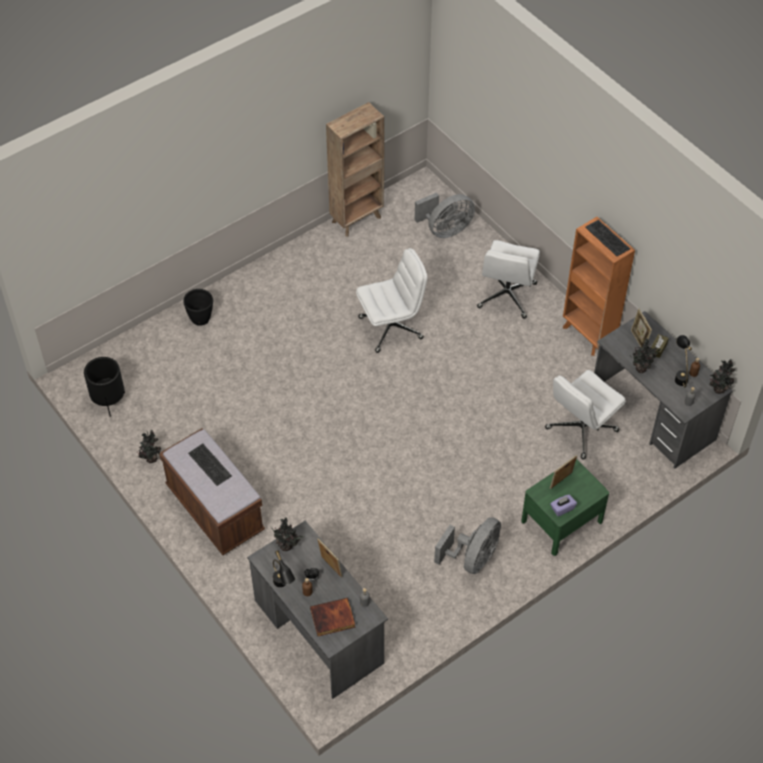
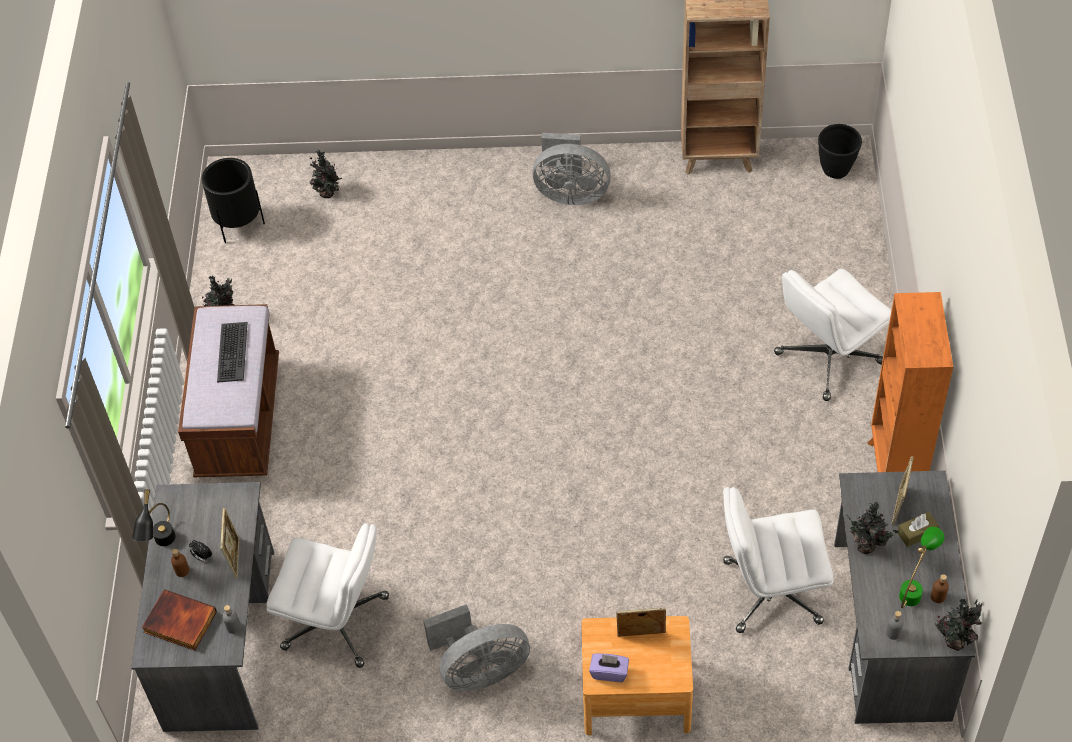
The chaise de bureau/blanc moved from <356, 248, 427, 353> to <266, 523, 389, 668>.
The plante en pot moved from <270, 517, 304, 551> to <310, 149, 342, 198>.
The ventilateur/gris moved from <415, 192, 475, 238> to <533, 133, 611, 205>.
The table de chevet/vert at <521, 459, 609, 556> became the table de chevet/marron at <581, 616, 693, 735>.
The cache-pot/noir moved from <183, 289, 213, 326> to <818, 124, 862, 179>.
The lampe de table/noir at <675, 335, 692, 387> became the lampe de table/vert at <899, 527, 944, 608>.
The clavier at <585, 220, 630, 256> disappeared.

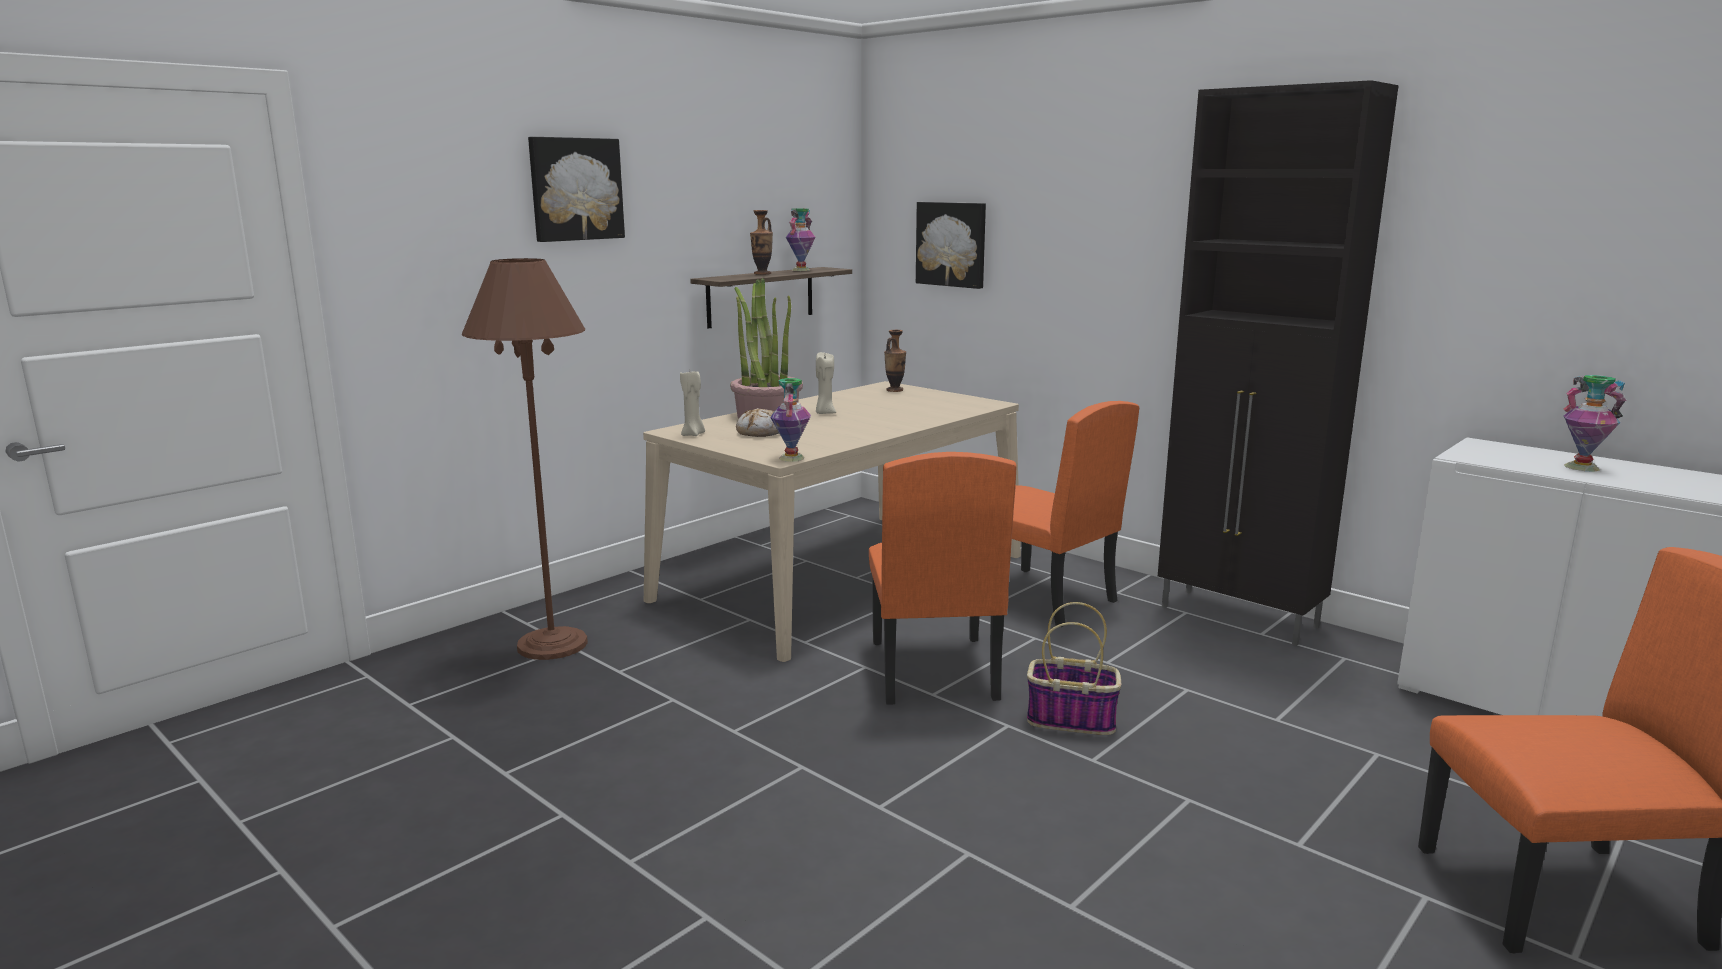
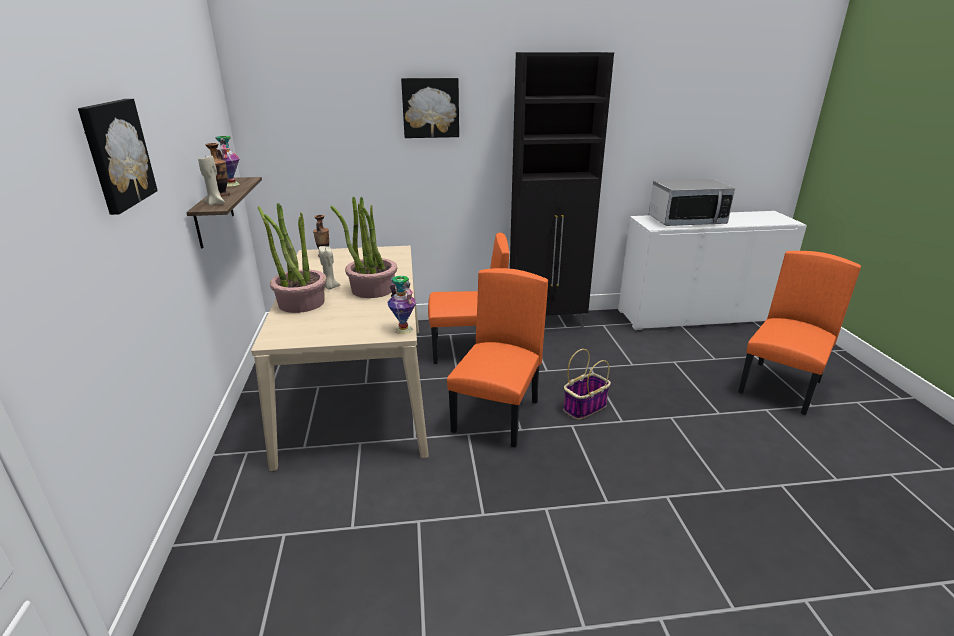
The bougie/beige moved from <680, 371, 705, 436> to <198, 156, 225, 206>.
The plante en pot at <330, 196, 397, 298> appeared.
The tableau moved from <916, 202, 986, 289> to <401, 78, 459, 138>.
The chaise/orange at <869, 452, 1016, 705> turned 105 degrees counterclockwise.
The vase at <1564, 375, 1626, 472> was replaced by the micro-ondes at <649, 179, 735, 226>.
The lampadaire/marron at <462, 258, 588, 660> disappeared.
The pain at <736, 408, 779, 437> disappeared.

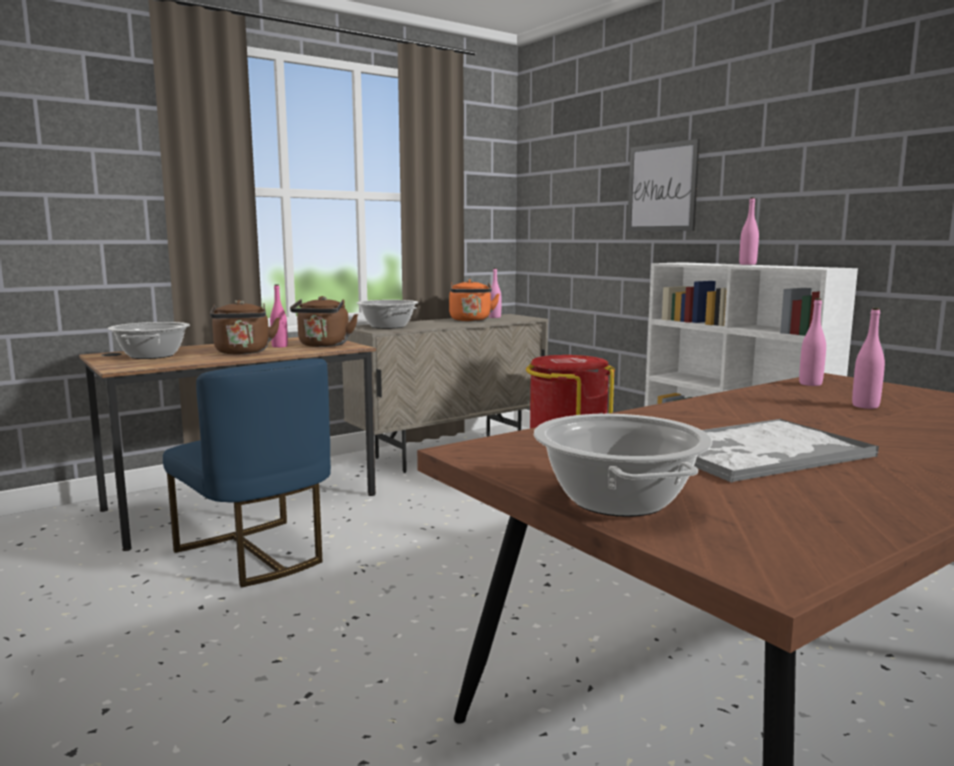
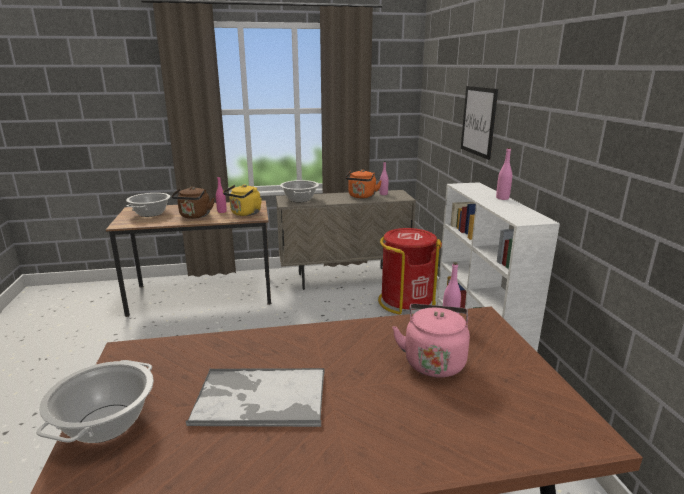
The bouilloire/marron at <290, 296, 358, 347> became the bouilloire/jaune at <223, 185, 262, 216>.
The bouteille/rose at <852, 308, 885, 409> was replaced by the bouilloire/rose at <392, 304, 470, 378>.
The chaise/bleu at <163, 358, 331, 587> disappeared.

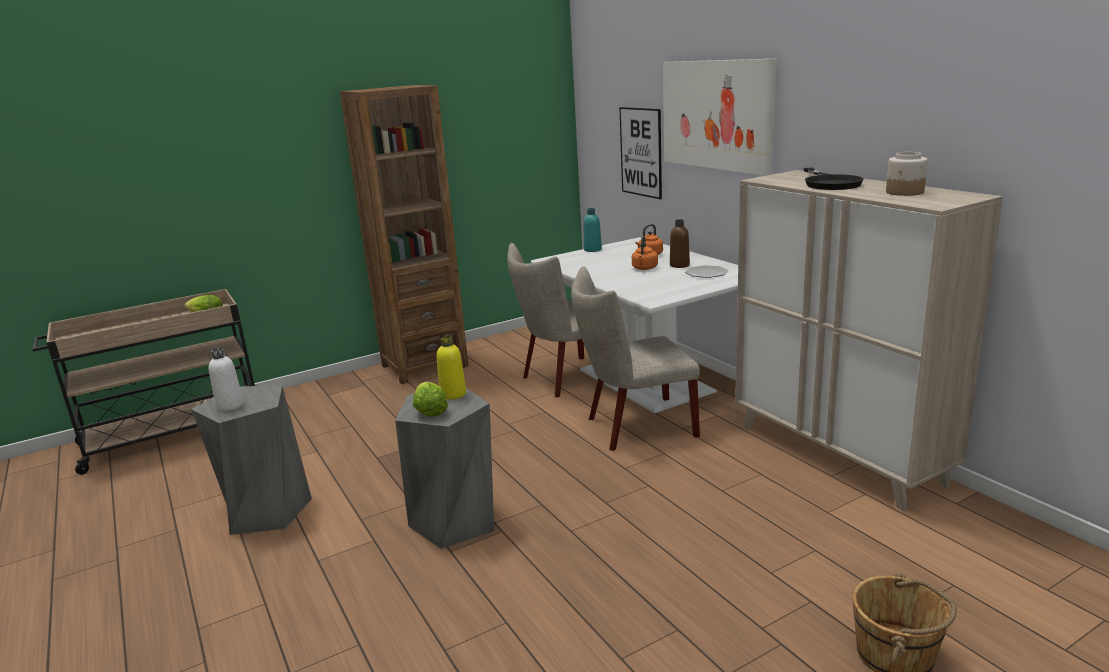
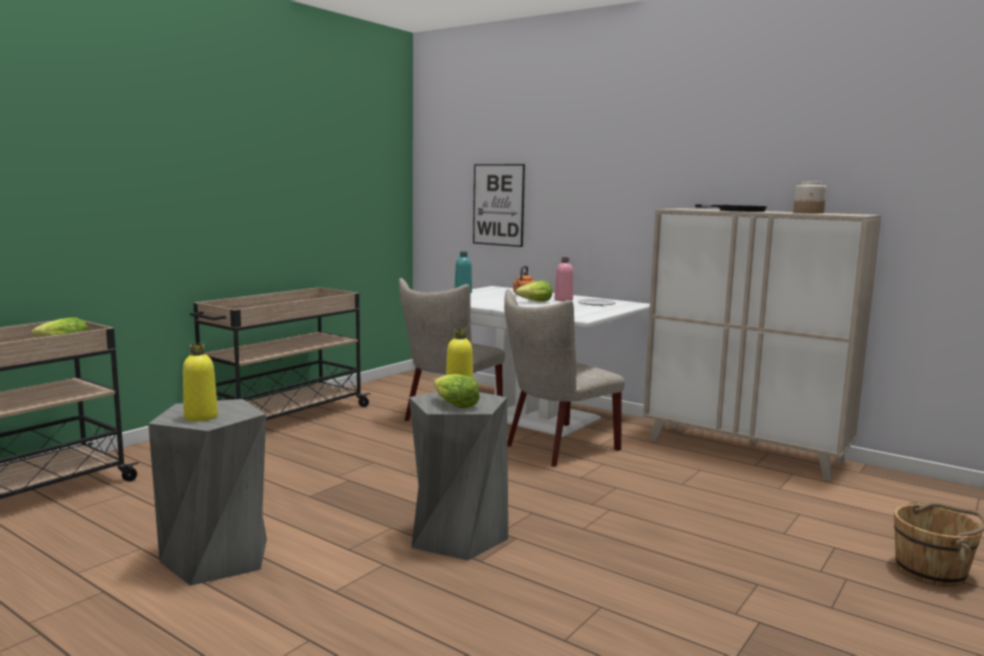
The bouteille/blanc at <209, 348, 244, 411> became the bouteille/jaune at <183, 344, 218, 422>.
The bibliothèque/marron at <340, 85, 469, 384> was replaced by the chariot/beige at <190, 287, 371, 420>.
The bouilloire/orange at <632, 236, 658, 270> was replaced by the laitue at <515, 281, 552, 302>.
The bouteille/marron at <670, 219, 690, 268> became the bouteille/rose at <555, 257, 573, 301>.
The tableau at <663, 59, 777, 176> disappeared.

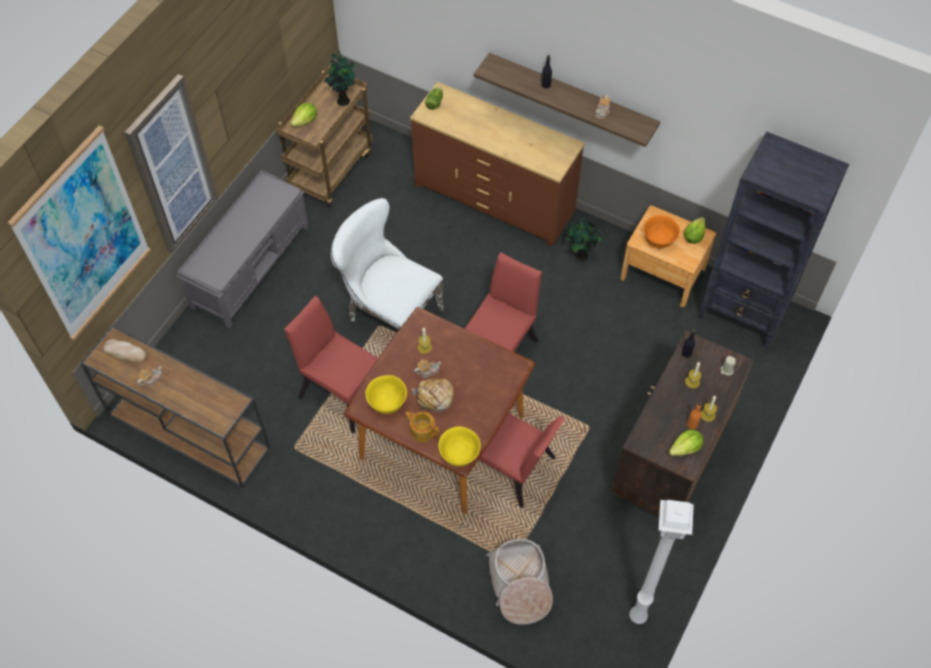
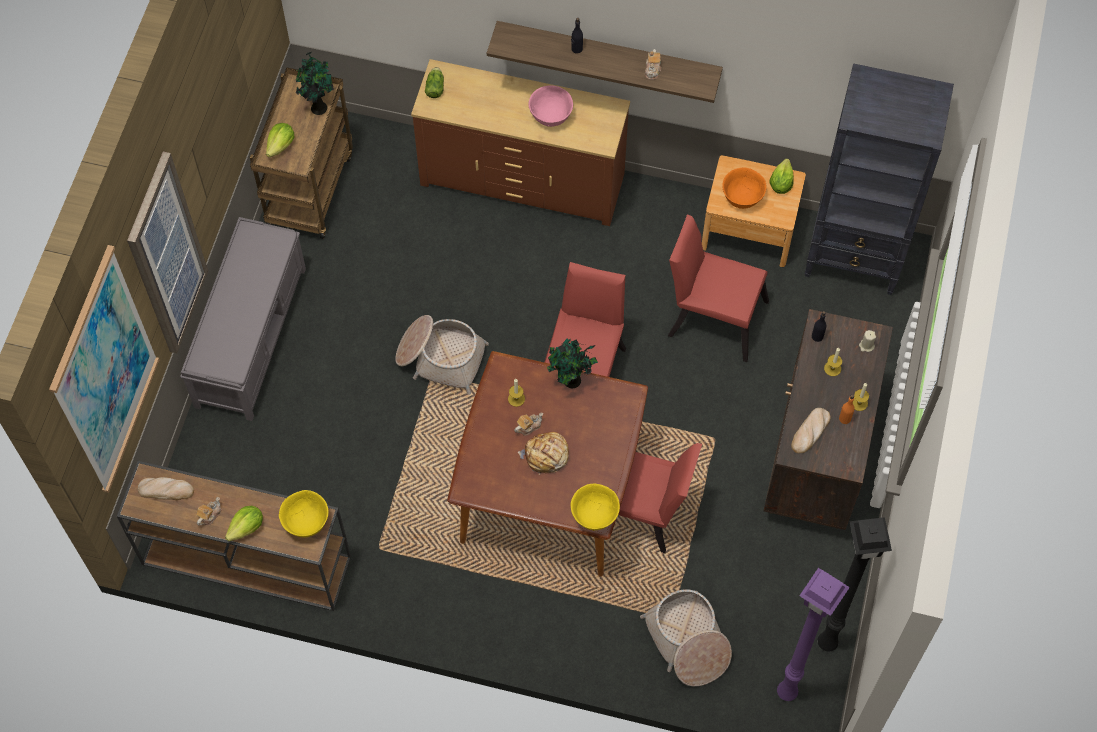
The laitue moved from <669, 429, 703, 456> to <225, 506, 263, 541>.
The bol/jaune moved from <366, 375, 407, 414> to <279, 490, 328, 537>.
The chaise/blanc at <331, 198, 444, 330> was replaced by the panier at <395, 315, 489, 395>.
The bol/rose at <528, 85, 573, 127> appeared.
The plante en pot moved from <565, 217, 603, 261> to <547, 338, 598, 388>.
The chaise/rouge moved from <284, 296, 378, 434> to <668, 214, 769, 362>.
The lampadaire/violet at <777, 568, 850, 701> appeared.
The pain at <791, 408, 831, 453> appeared.
The lampadaire/blanc at <629, 500, 694, 624> became the lampadaire/noir at <818, 517, 892, 652>.
The théière at <404, 411, 439, 442> disappeared.

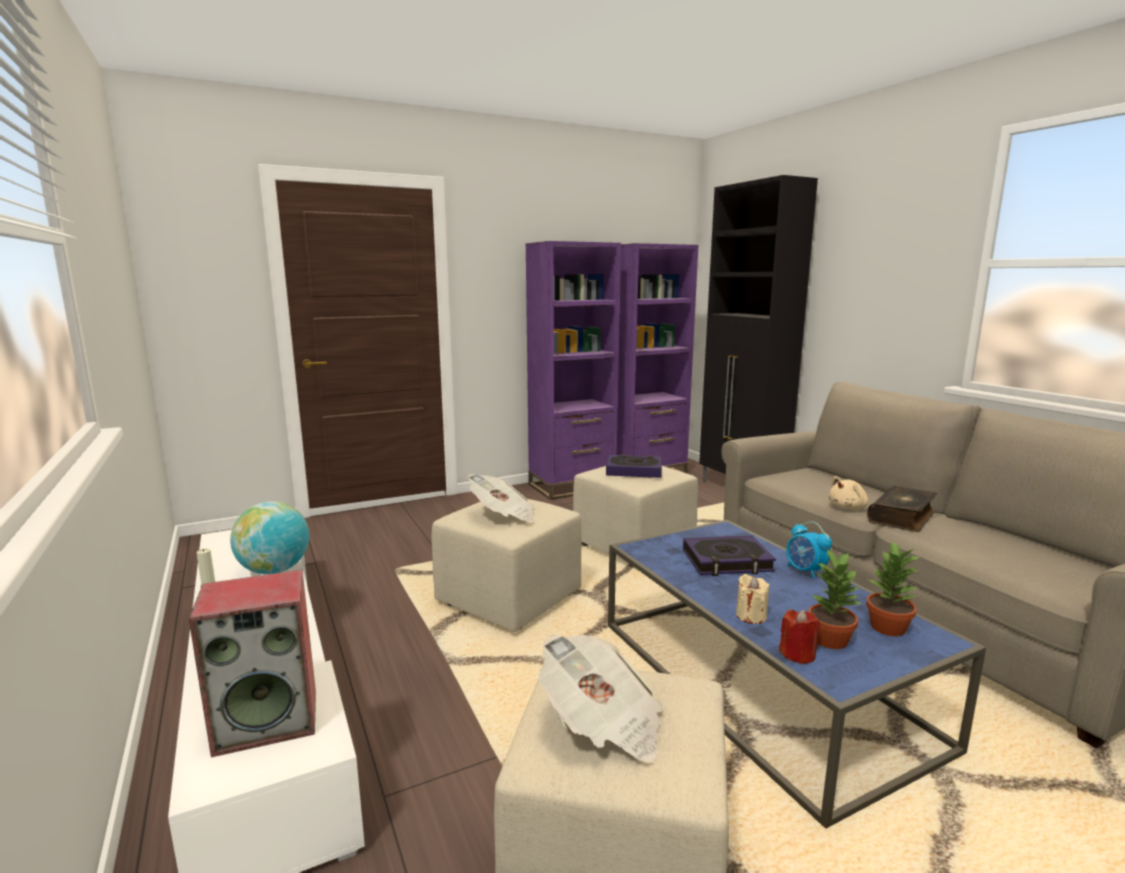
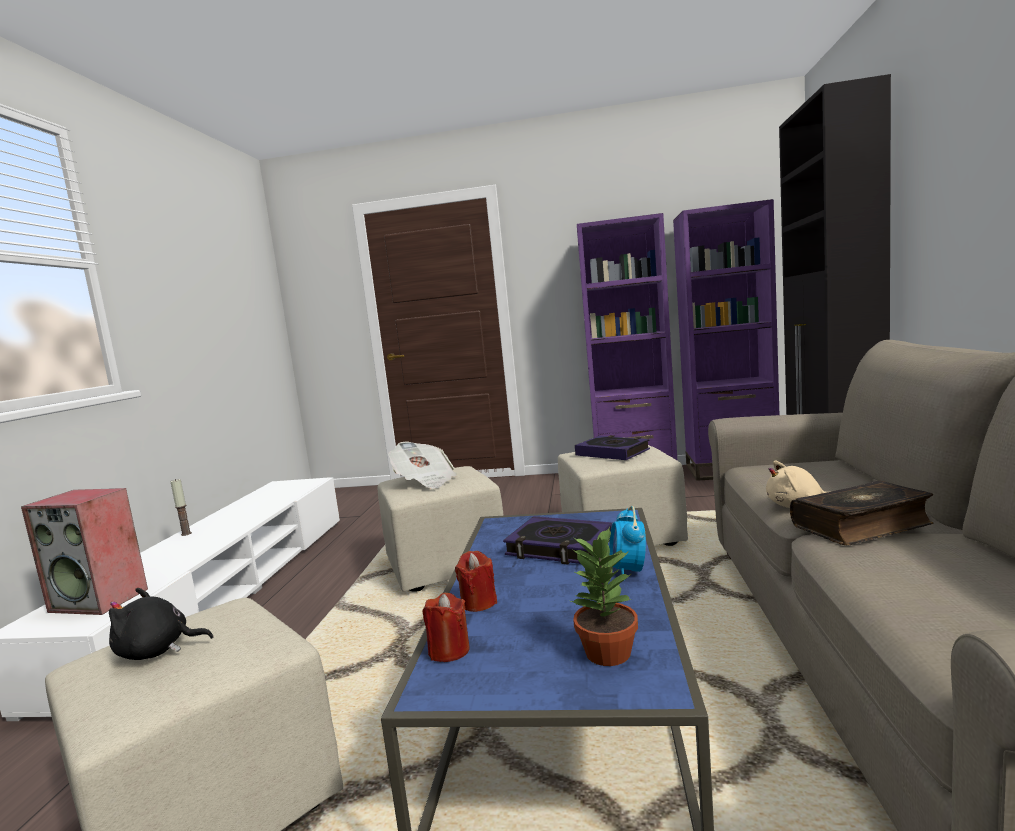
The journal at <538, 635, 663, 763> was replaced by the peluche/noir at <109, 588, 214, 660>.
The bougie/beige at <736, 574, 769, 624> became the bougie/rouge at <455, 551, 497, 612>.
The globe at <230, 501, 310, 574> disappeared.
The plante en pot at <809, 548, 863, 649> disappeared.

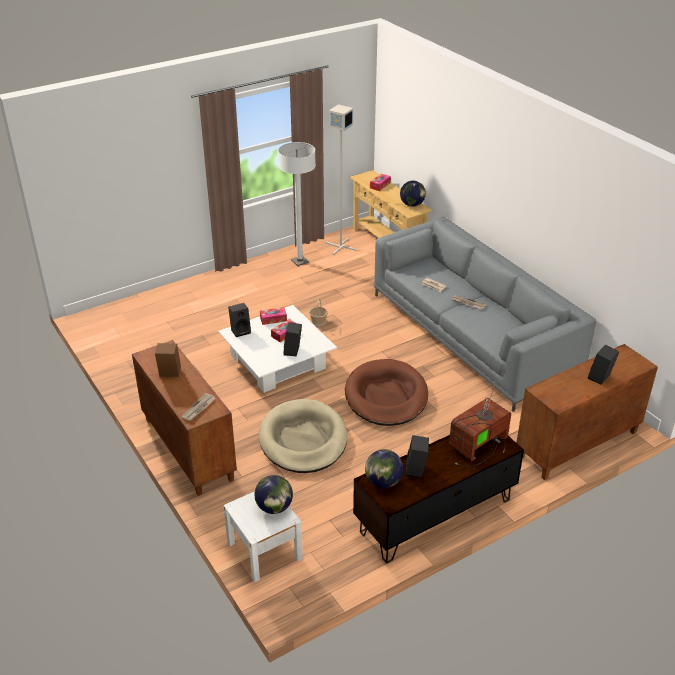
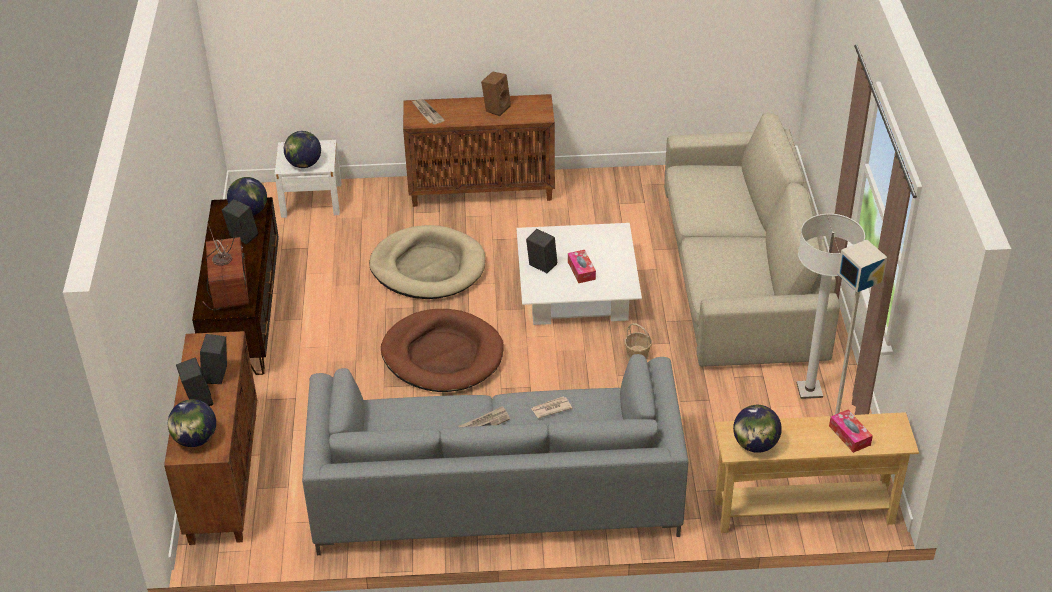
The globe at <168, 399, 216, 447> appeared.
The enceinte/noir moved from <228, 303, 251, 337> to <200, 334, 227, 384>.
The canapé/beige at <664, 113, 840, 367> appeared.
The boîte à mouchoirs at <260, 307, 287, 325> disappeared.

